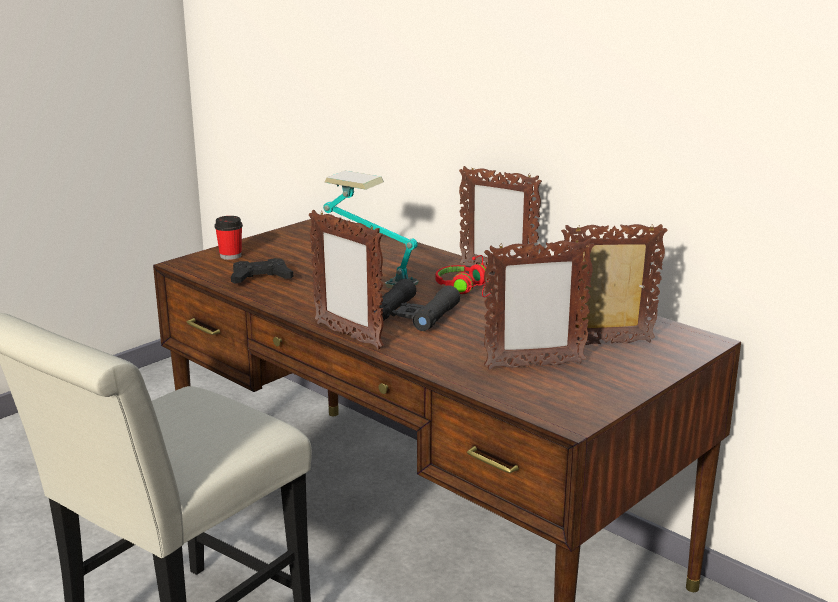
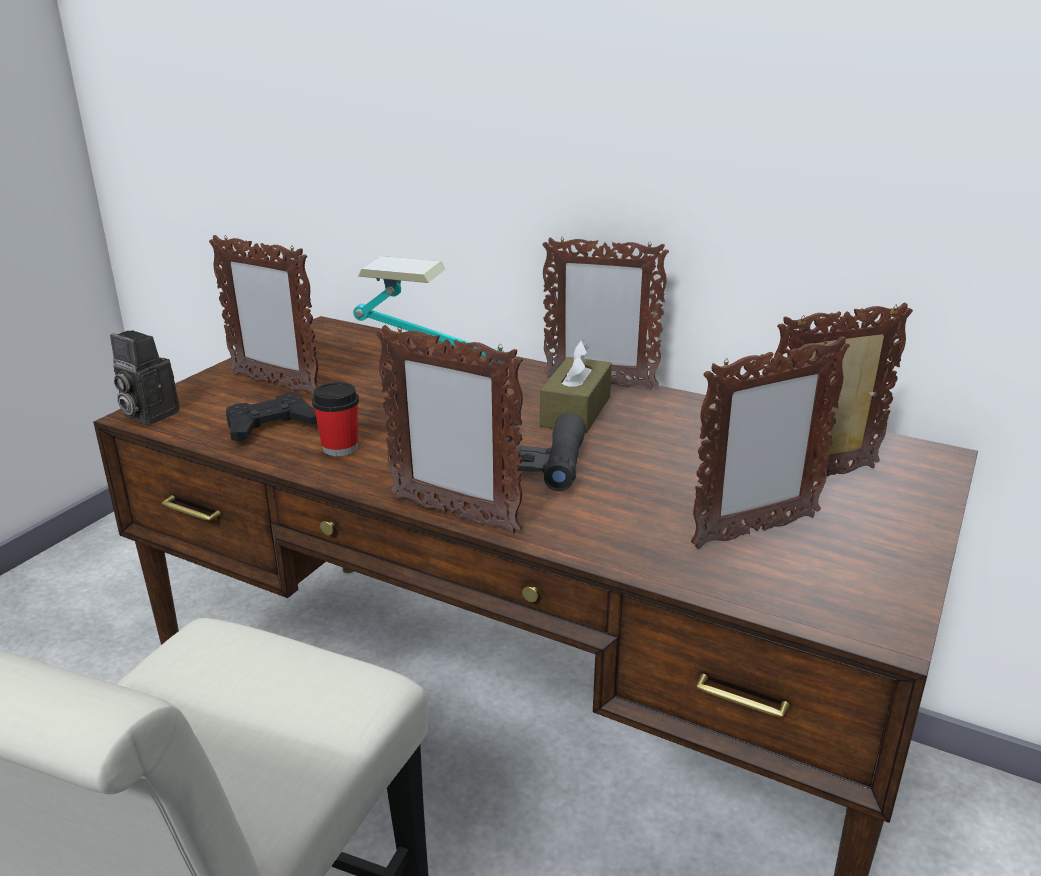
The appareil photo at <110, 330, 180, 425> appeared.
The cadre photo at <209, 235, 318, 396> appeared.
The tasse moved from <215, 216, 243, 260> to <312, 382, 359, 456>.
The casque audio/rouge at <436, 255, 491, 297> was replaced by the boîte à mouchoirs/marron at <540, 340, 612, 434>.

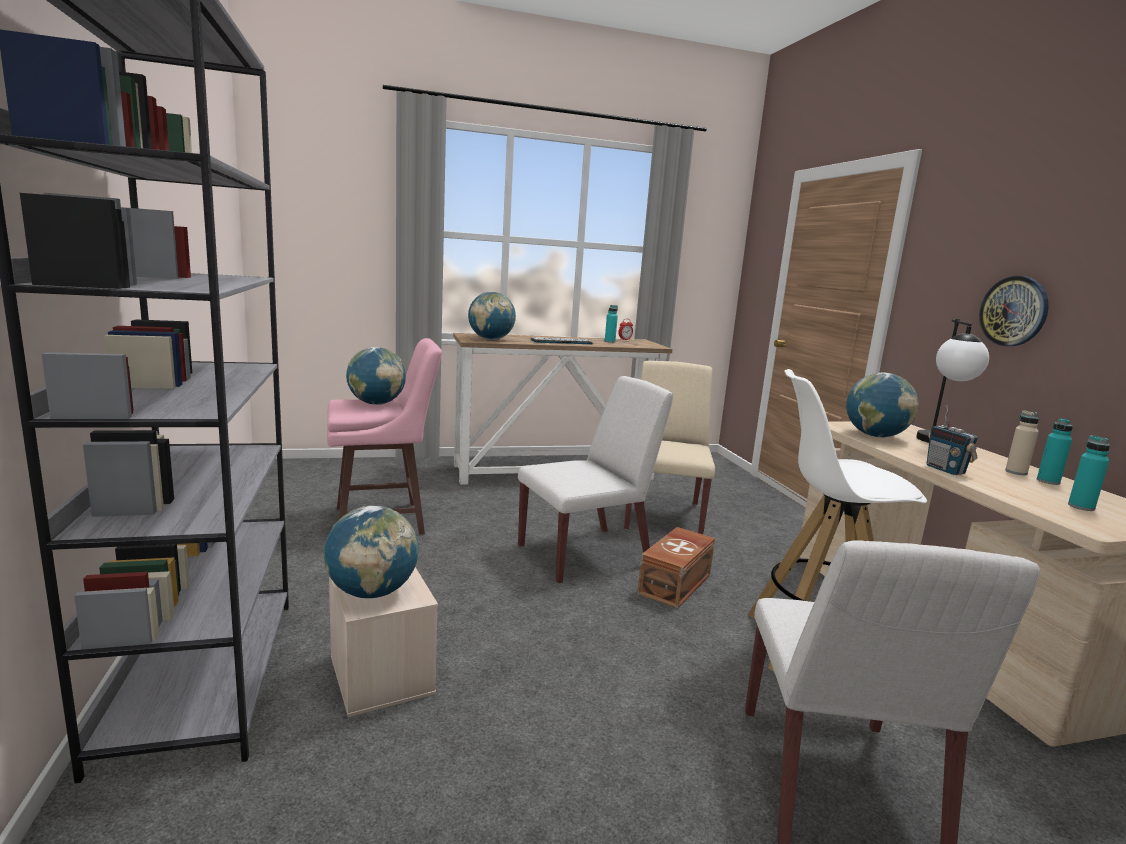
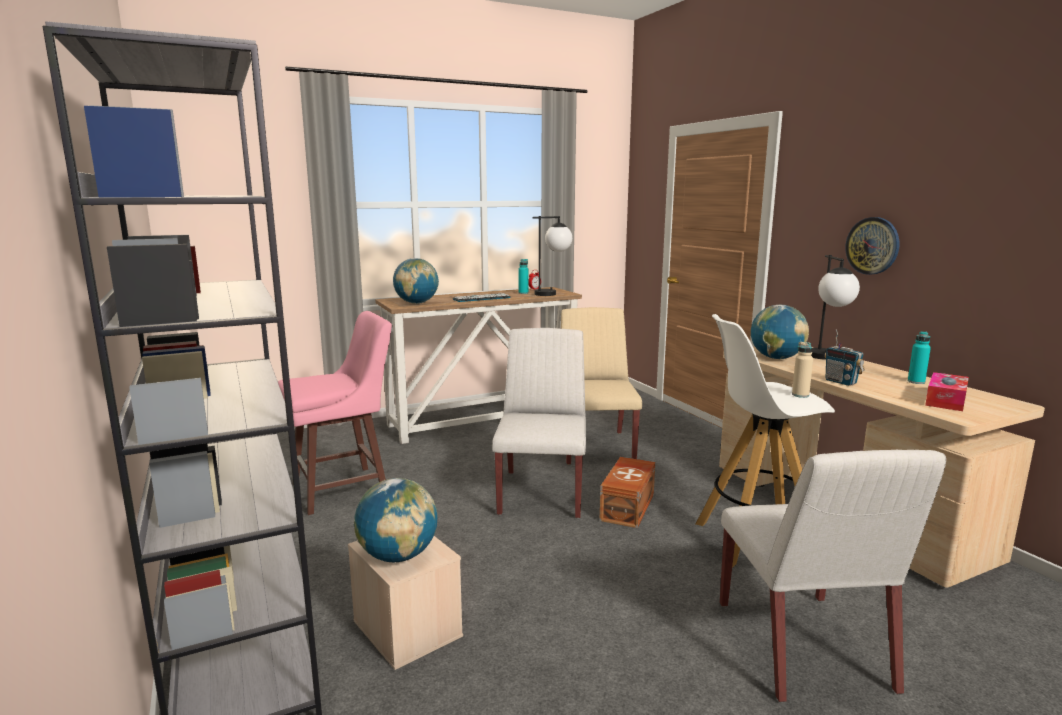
The chaise/blanc at <518, 376, 673, 584> turned 45 degrees counterclockwise.
The lampe de table at <532, 216, 572, 296> appeared.
The bouteille/beige moved from <1005, 410, 1039, 475> to <792, 342, 813, 398>.
The bouteille/turquoise at <1068, 435, 1110, 511> was replaced by the boîte à mouchoirs at <925, 372, 969, 411>.
The globe at <346, 347, 406, 405> disappeared.

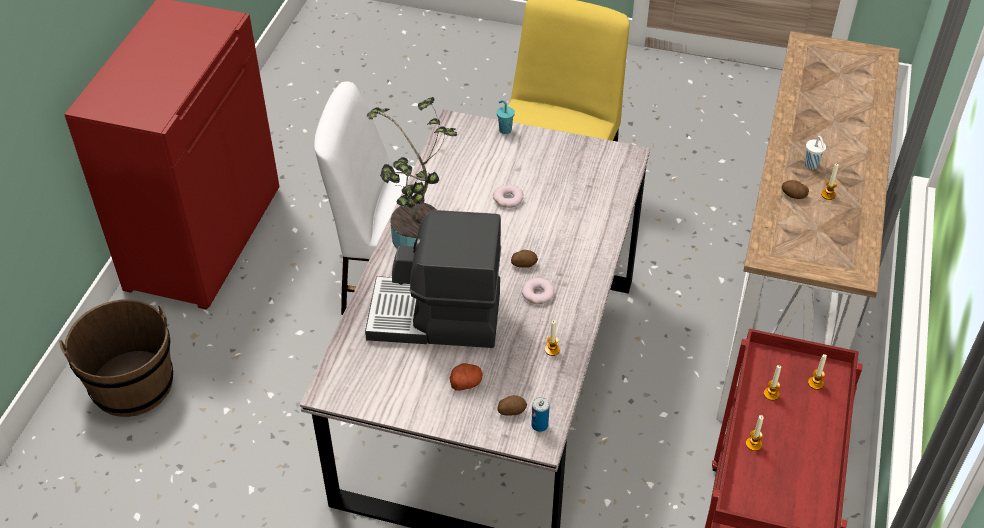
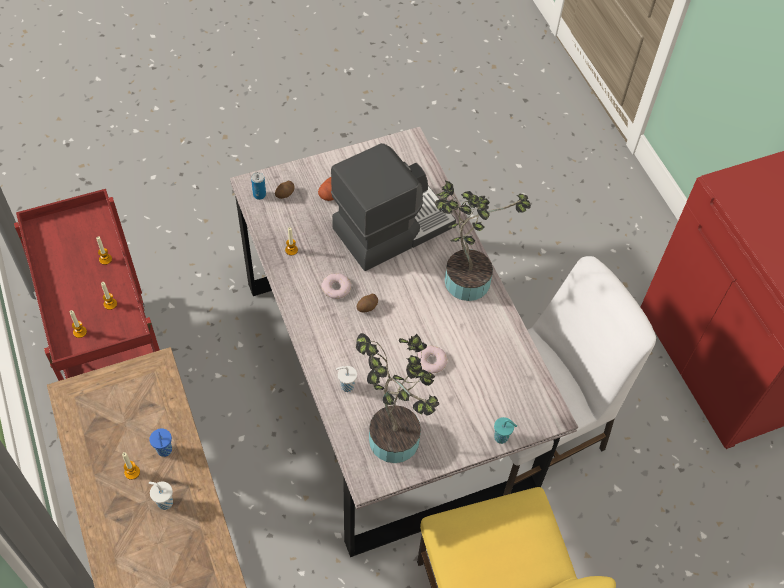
The pomme de terre at <782, 180, 809, 199> was replaced by the tasse/bleu at <149, 429, 172, 457>.
The tasse/blanc at <336, 366, 357, 392> appeared.
The plante en pot at <356, 333, 439, 463> appeared.
The seau/marron at <59, 299, 173, 417> disappeared.

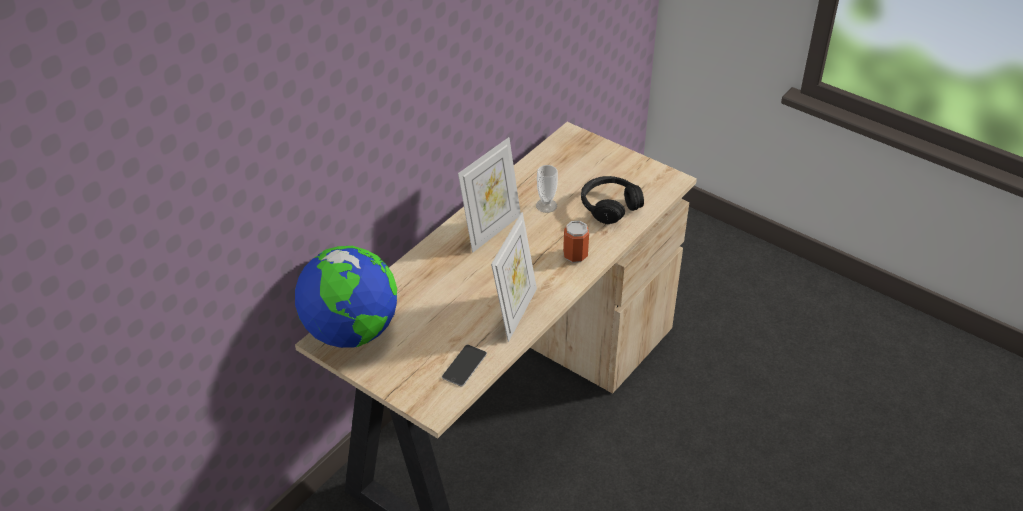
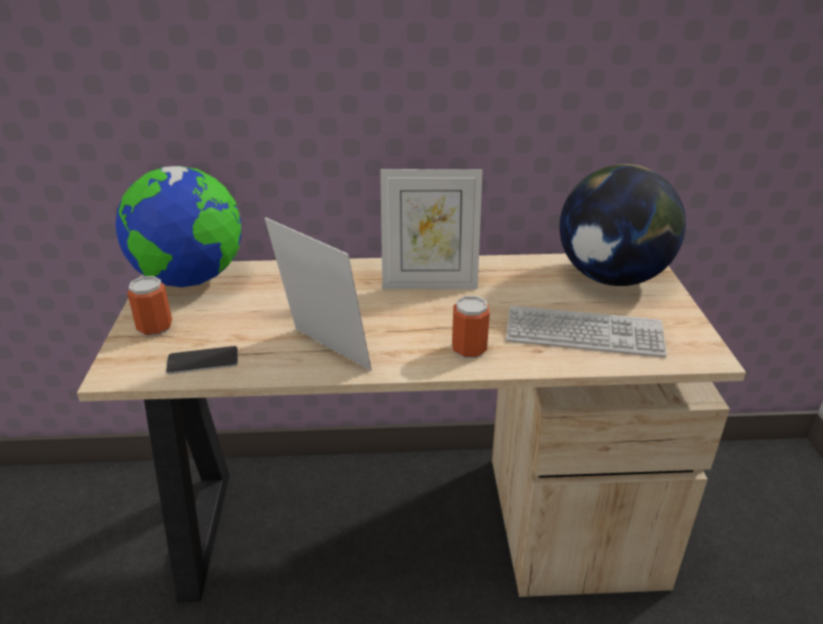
The boîte métallique at <127, 276, 172, 336> appeared.
The cadre photo at <491, 212, 537, 342> turned 120 degrees counterclockwise.
The casque audio/noir at <581, 176, 644, 224> was replaced by the clavier at <506, 306, 667, 357>.
The globe at <560, 164, 686, 286> appeared.
The tasse at <536, 165, 558, 213> disappeared.

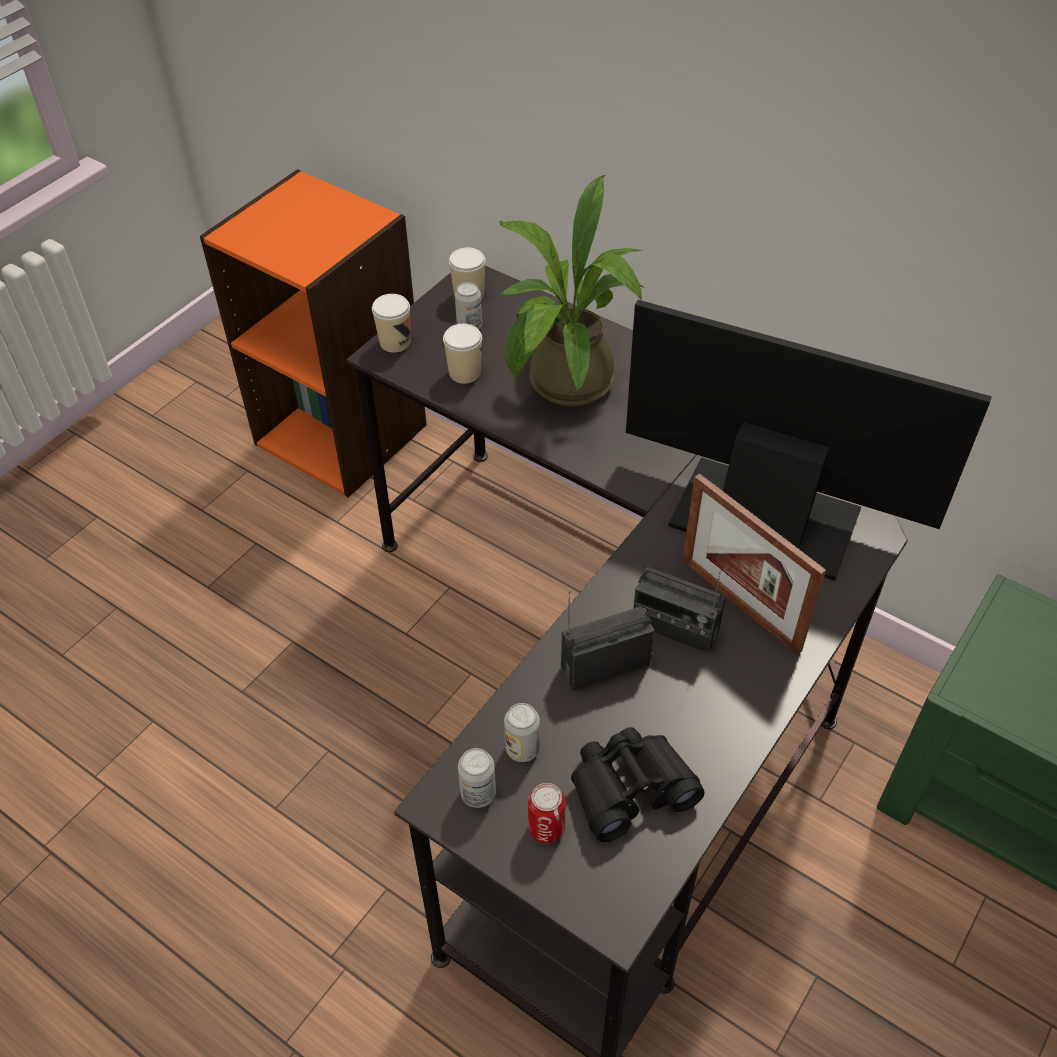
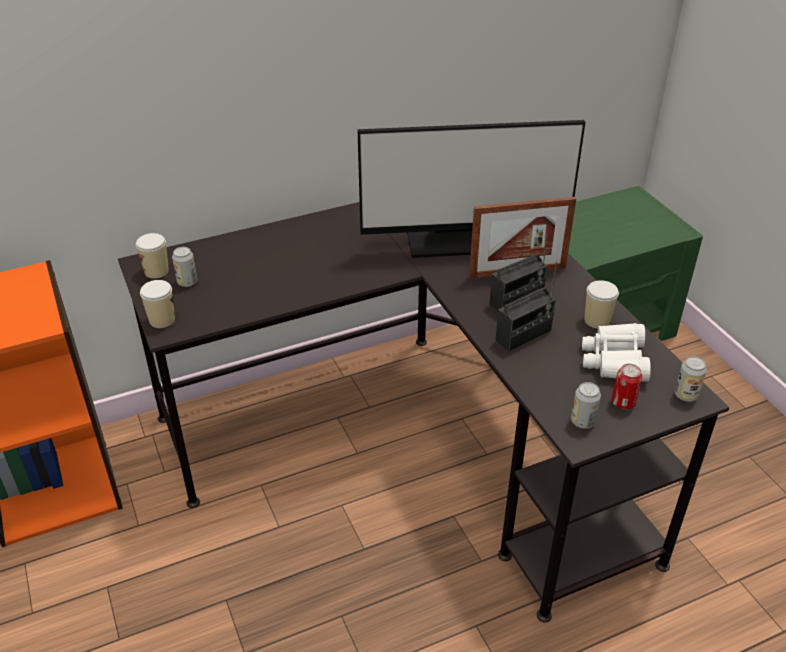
The écran d'ordinateur at <626, 300, 992, 581> turned 150 degrees counterclockwise.
The radio at <561, 591, 655, 690> turned 135 degrees counterclockwise.
The jumelles/noir at <571, 727, 705, 842> became the jumelles/blanc at <582, 323, 651, 382>.
The tasse moved from <443, 324, 482, 384> to <584, 280, 619, 329>.
The boîte métallique moved from <504, 703, 540, 762> to <675, 356, 707, 402>.
The plante en pot at <497, 175, 644, 407> disappeared.

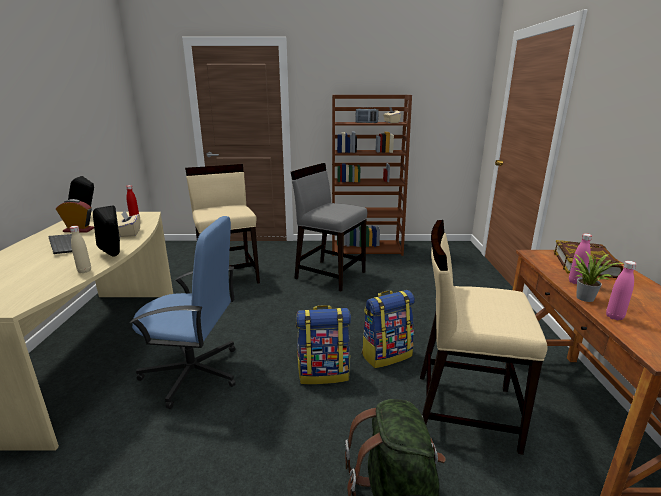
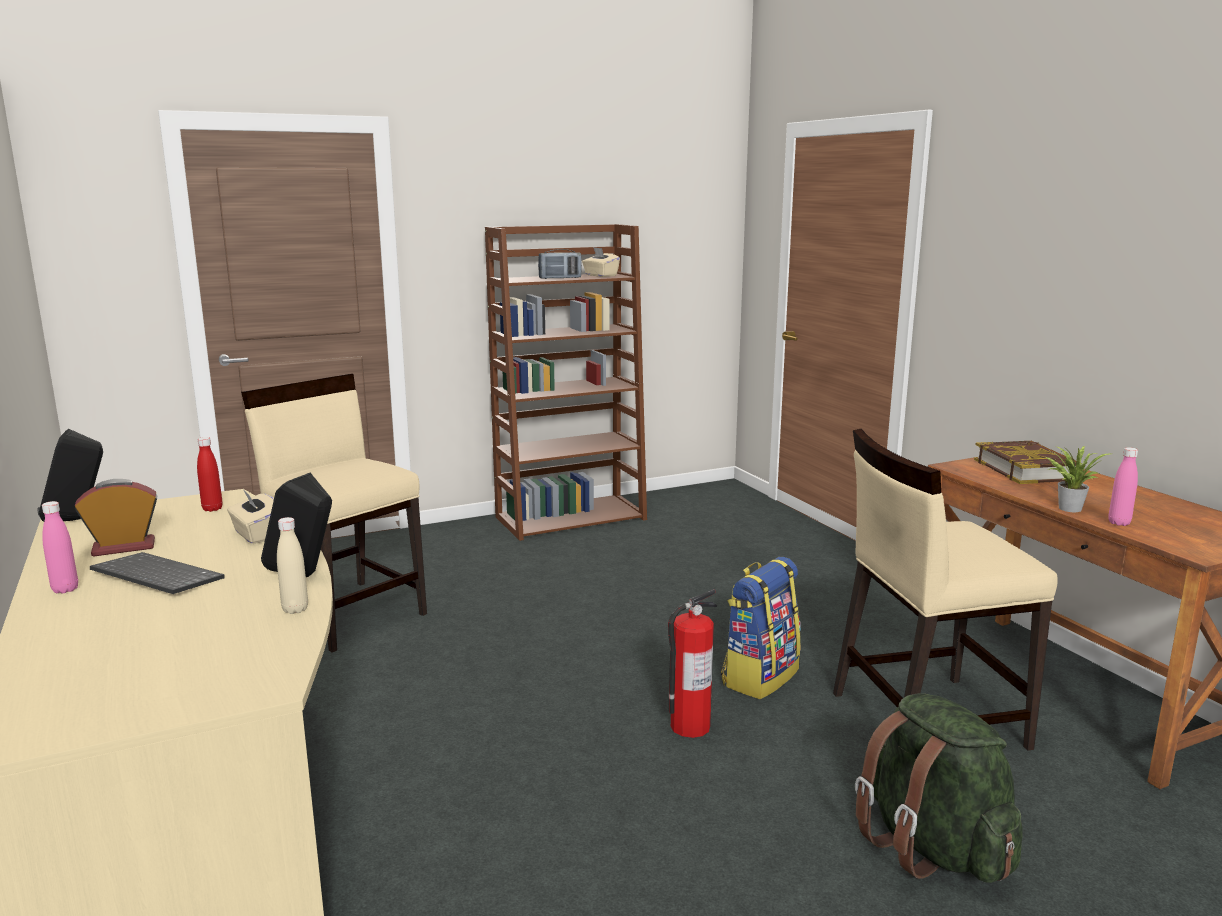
The bouteille/rose moved from <569, 233, 592, 284> to <42, 501, 78, 594>.
The sac à dos at <296, 305, 351, 384> was replaced by the extincteur at <668, 589, 717, 738>.
The chaise de bureau/bleu at <130, 216, 236, 409> disappeared.
The chaise/gris at <291, 163, 367, 291> disappeared.

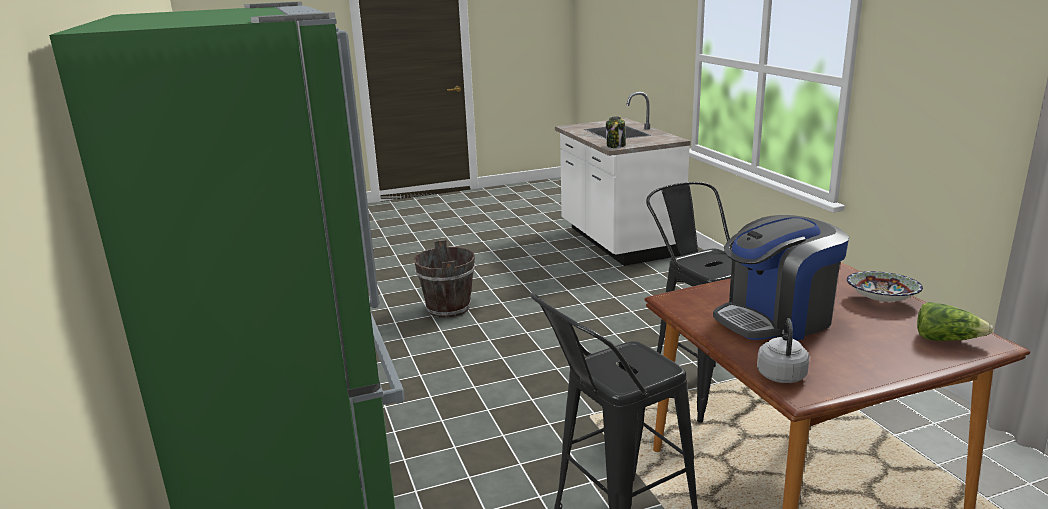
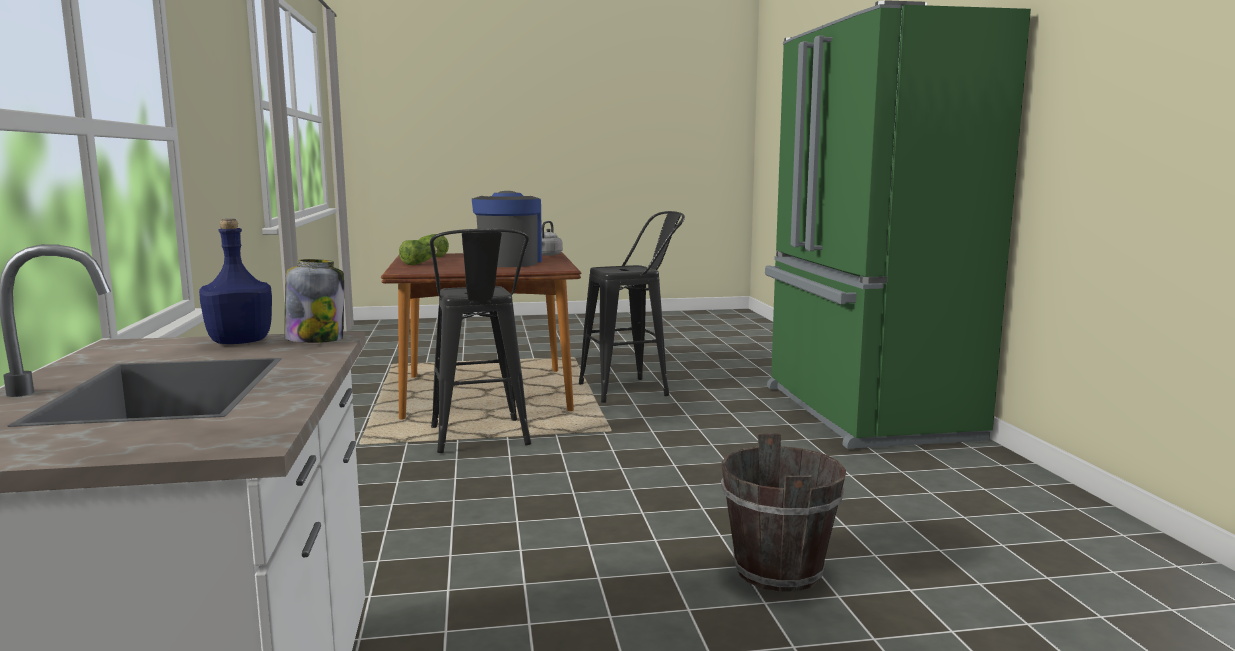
The bouteille/bleu at <199, 219, 272, 344> appeared.
The bol at <847, 271, 923, 302> was replaced by the laitue at <399, 240, 438, 265>.
The machine à café at <713, 215, 849, 341> turned 75 degrees counterclockwise.

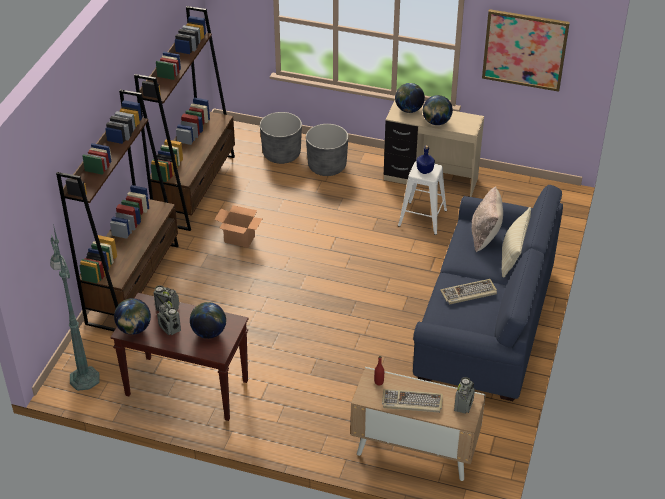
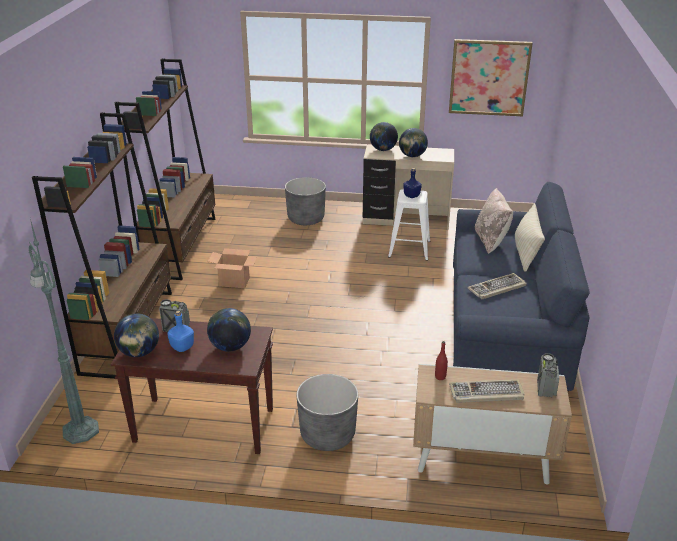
The radio at <157, 301, 181, 335> was replaced by the bouteille/bleu at <167, 311, 194, 352>.
The cache-pot/gris moved from <260, 112, 302, 164> to <296, 374, 358, 451>.

